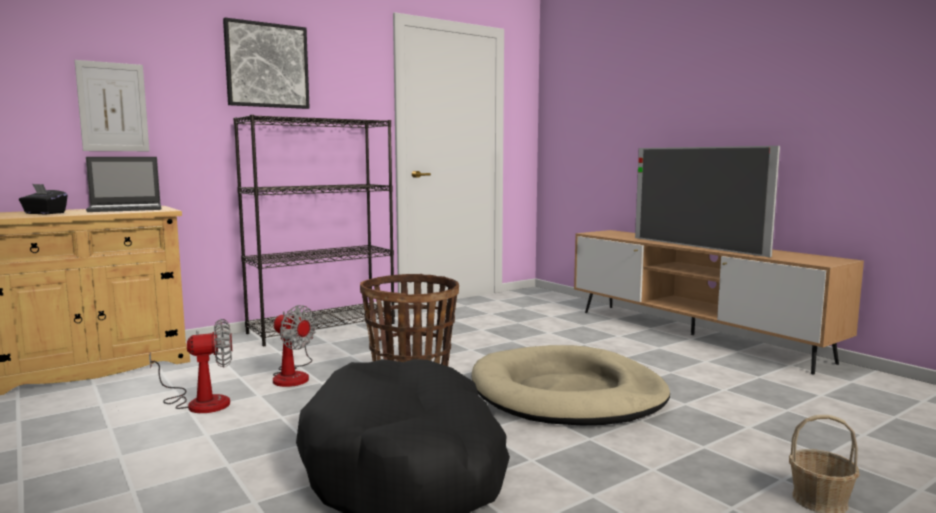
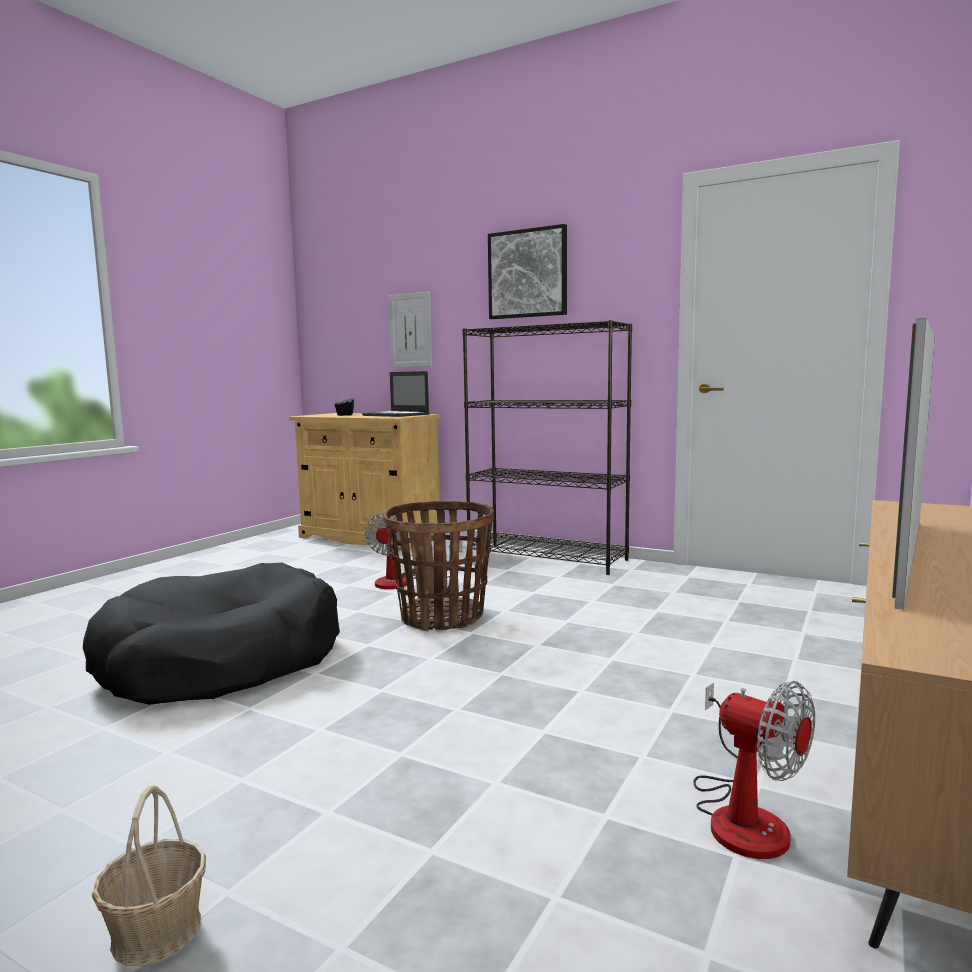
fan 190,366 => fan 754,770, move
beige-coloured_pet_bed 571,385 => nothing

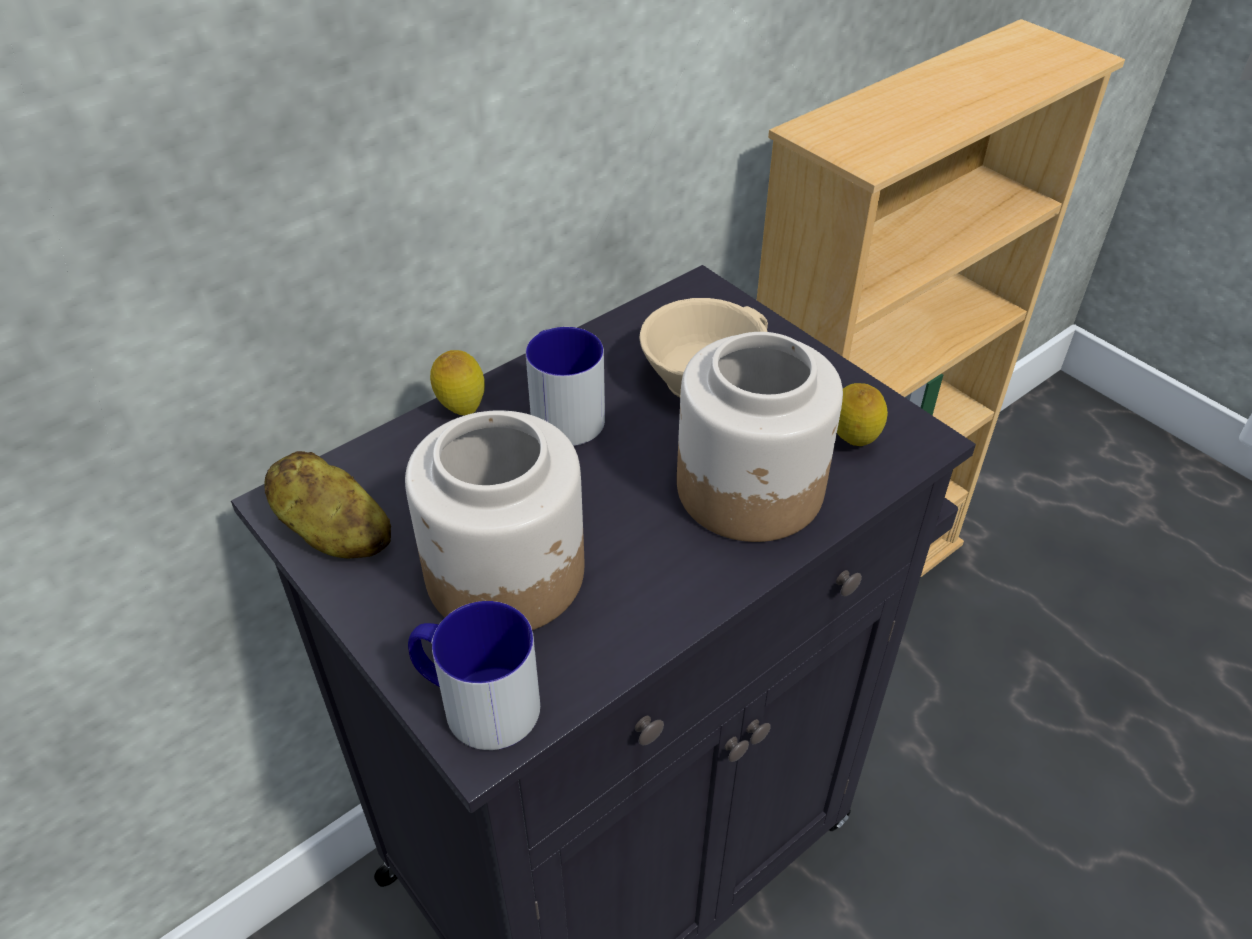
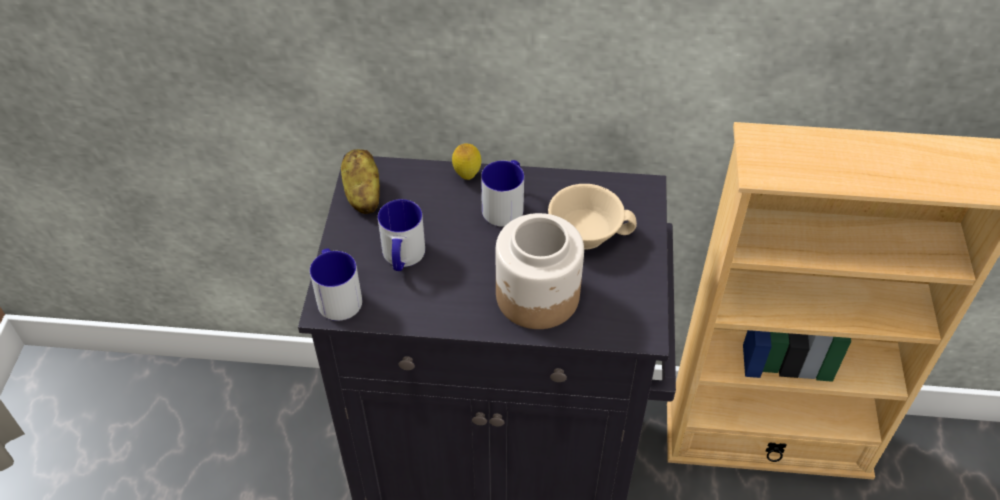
citrus_fruit 862,414 => nothing
jar 494,520 => coffee_mug 401,235

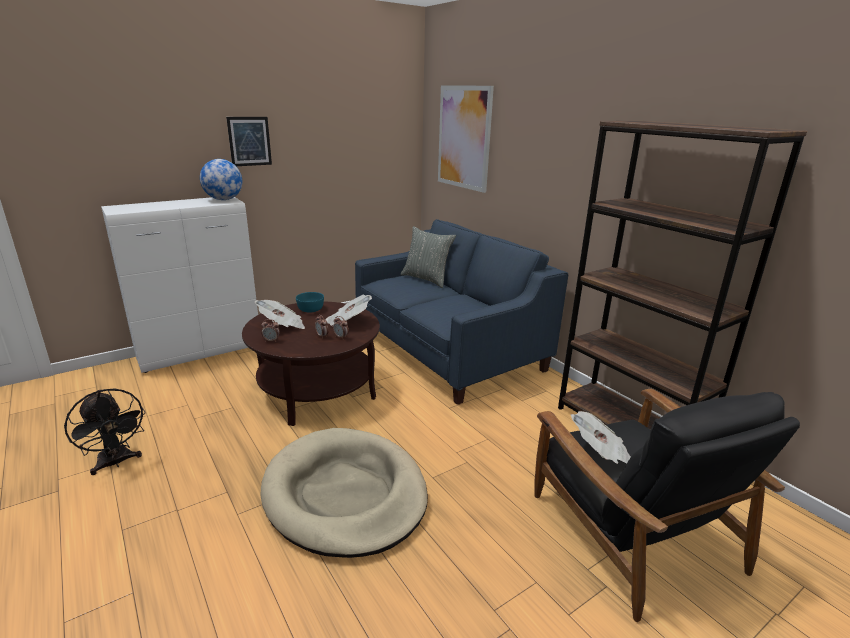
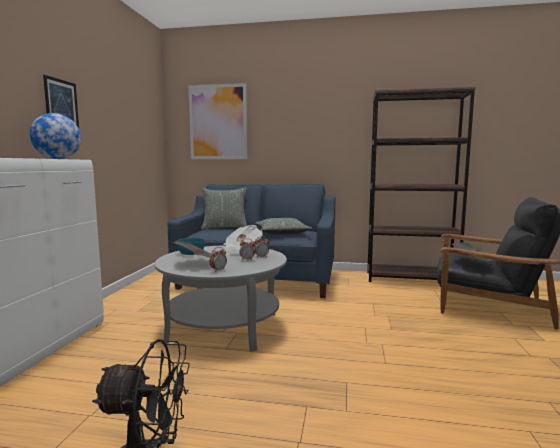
brownish_lounge_table 311,364 => grey_lounge_table 221,298
beige-coloured_pet_bed 344,493 => nothing
nothing => grey_throw_pillow 283,226

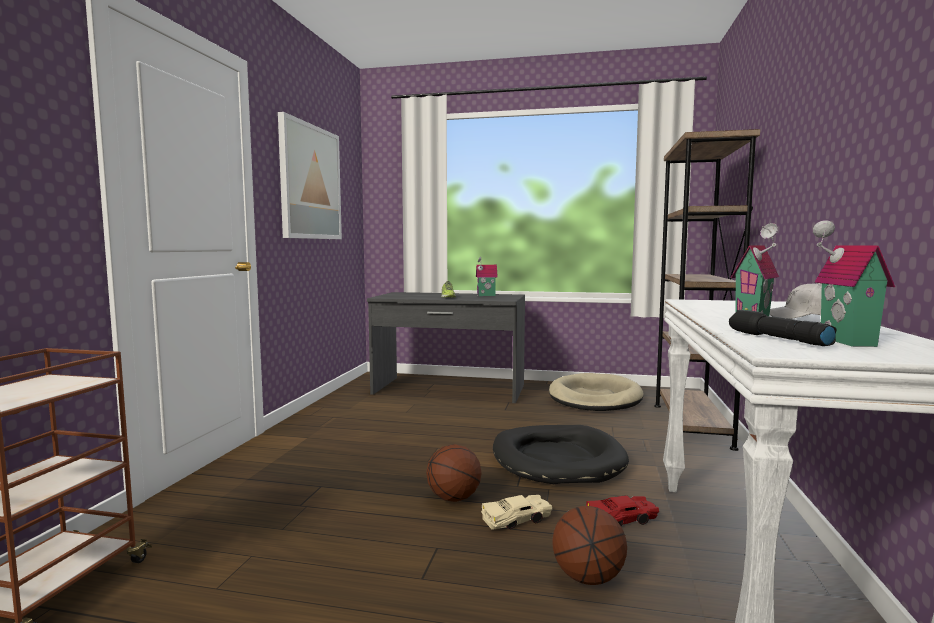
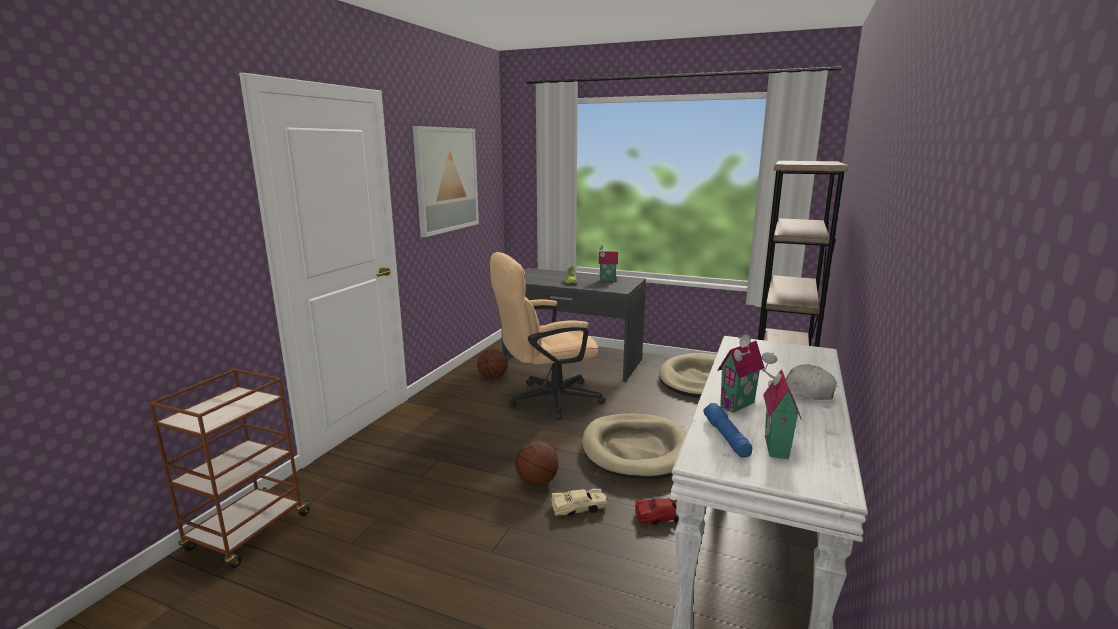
blackish_hand_torch 783,328 => blue-coloured_hand_torch 727,430
blackish_pet_bed 561,454 => beige-coloured_pet_bed 634,446
basketball 589,545 => basketball 492,364, move
nothing => beige-coloured_office_chair 548,336

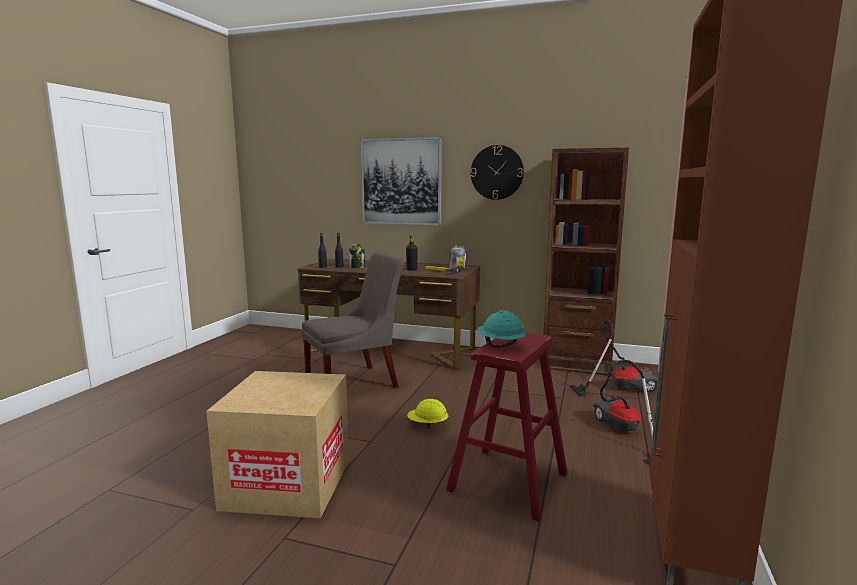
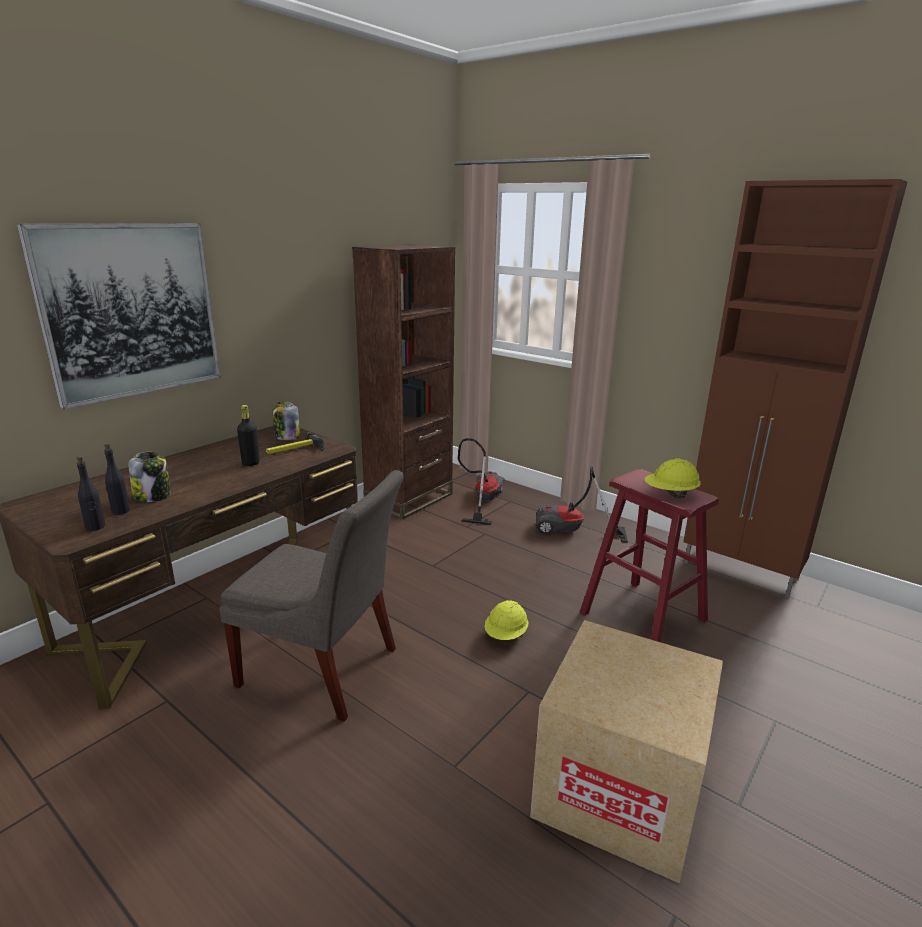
clock_on_the_wall 497,172 => nothing
grey_chair 352,320 => grey_chair 311,595, 120 degrees clockwise
turquoise_work_helmet 501,329 => yellow_work_helmet 672,478

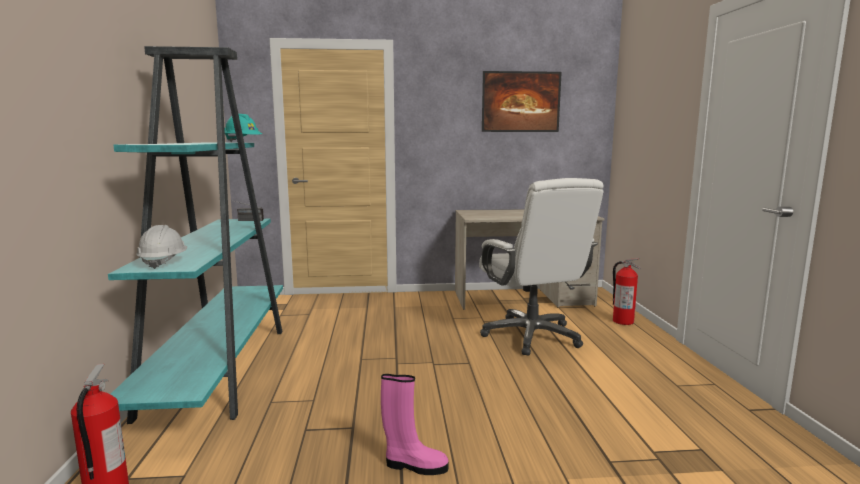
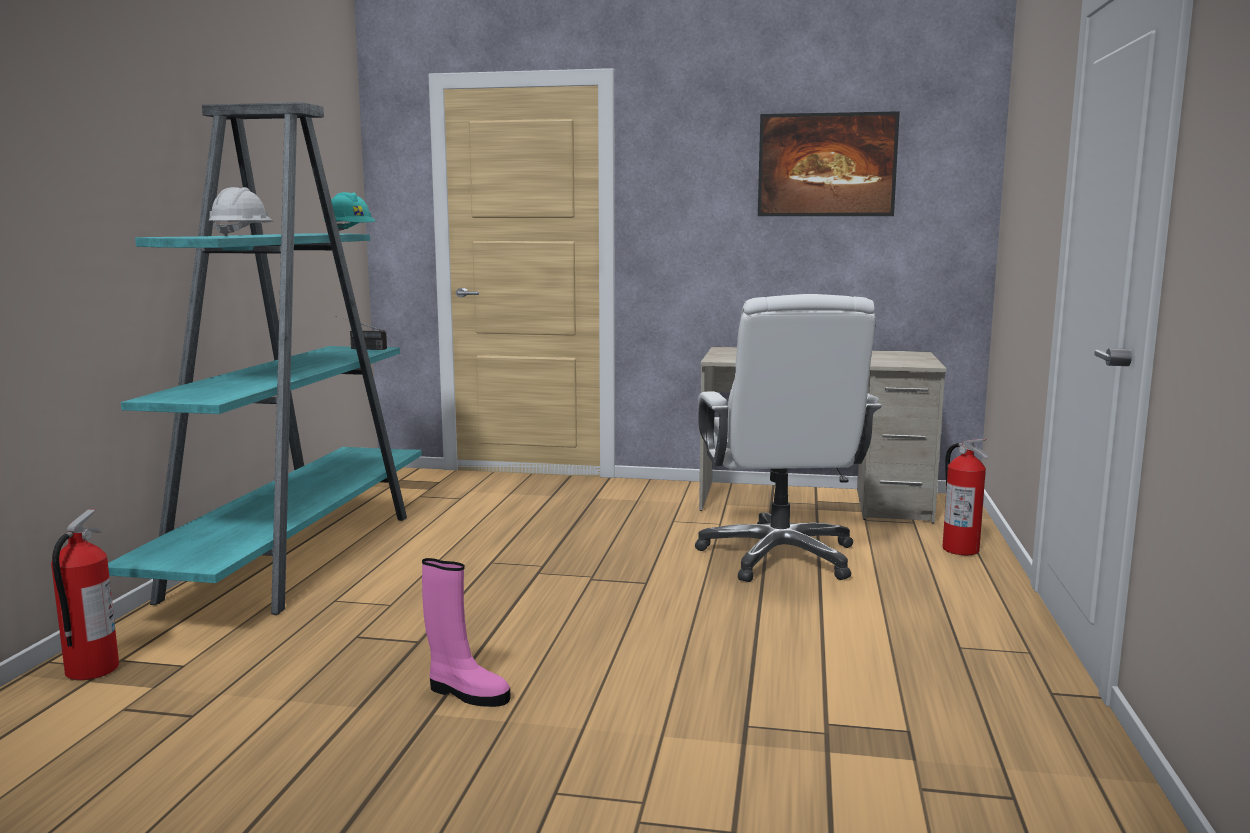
whitish_work_helmet 161,247 => whitish_work_helmet 241,211, move

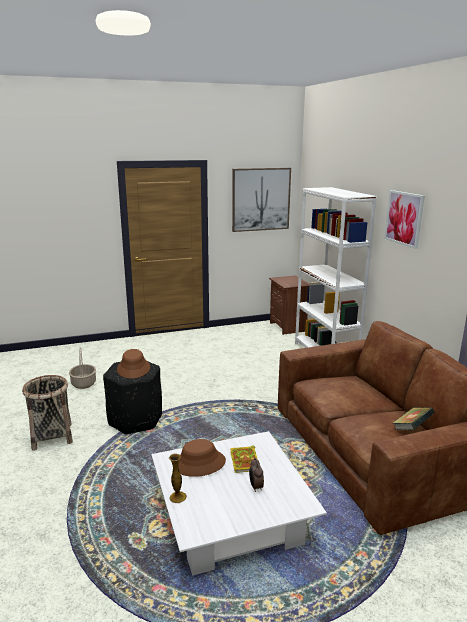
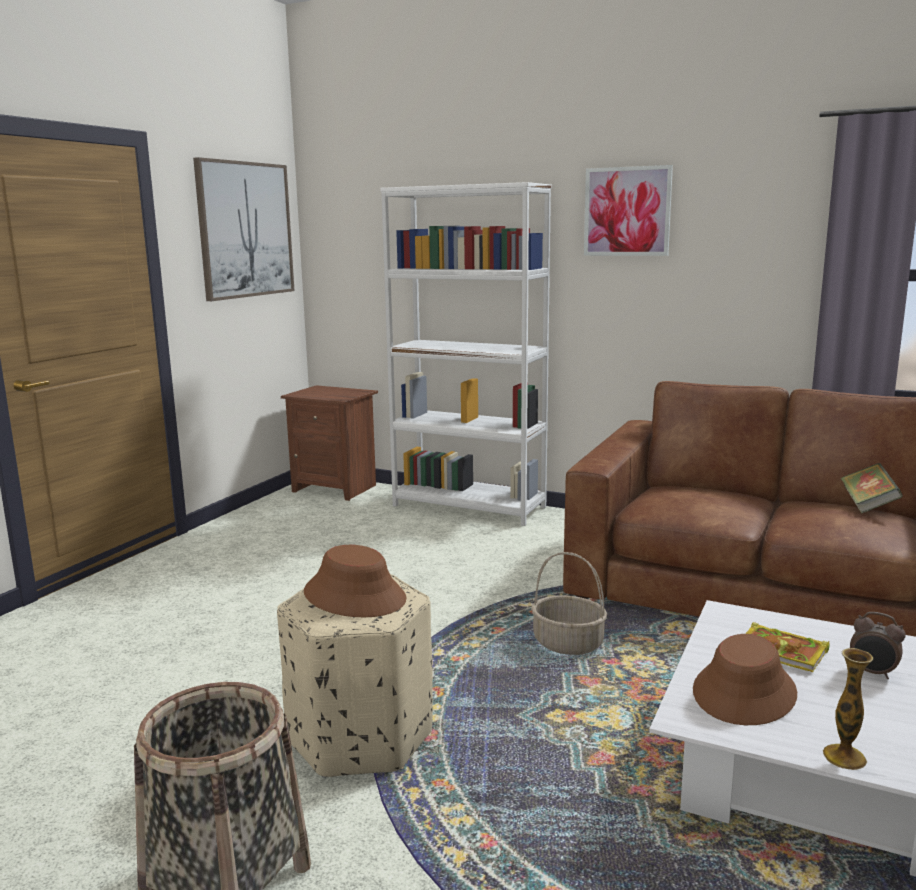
household_basket 82,368 => household_basket 569,603, move
blackish_ottoman 132,398 => beige-coloured_ottoman 355,676

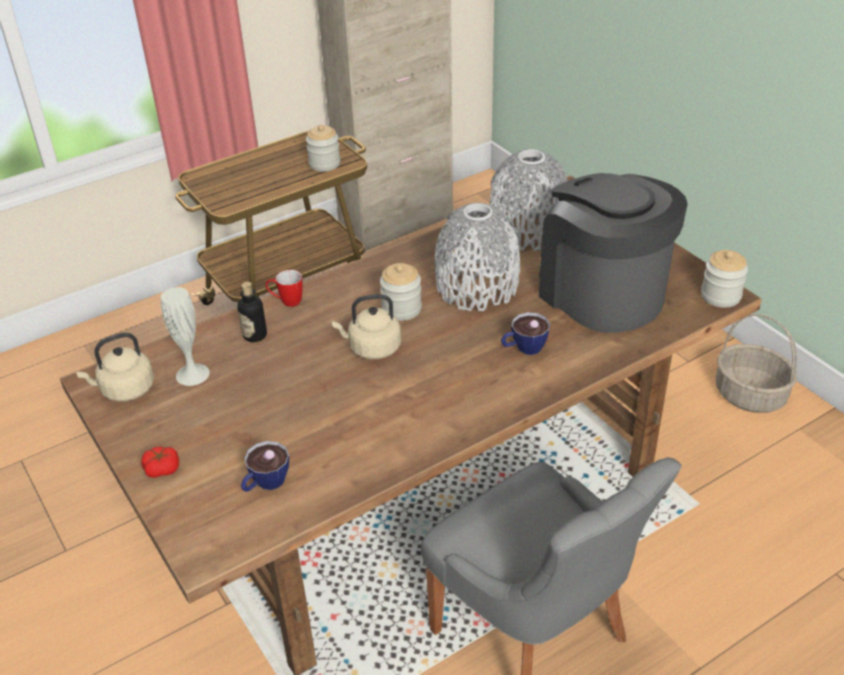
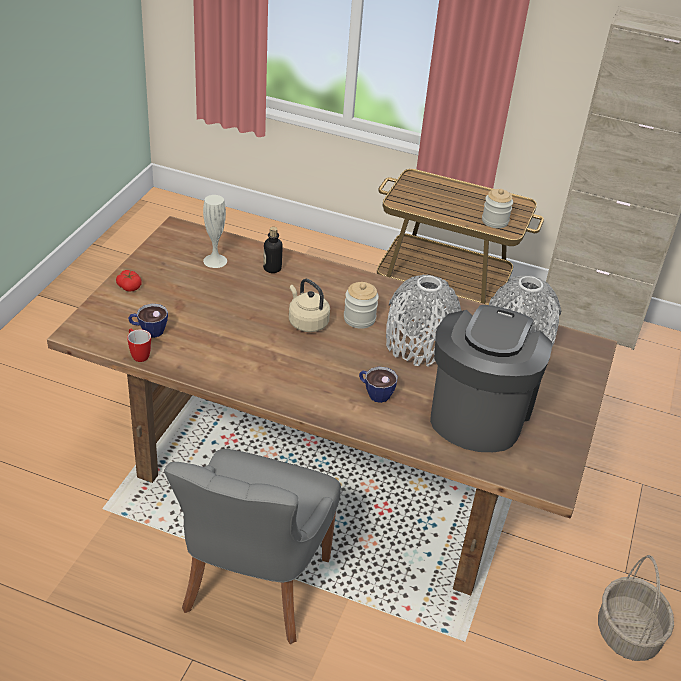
jar 724,279 => nothing
coffee_mug 284,288 => coffee_mug 139,345, move
beige-coloured_water_kettle 115,367 => nothing

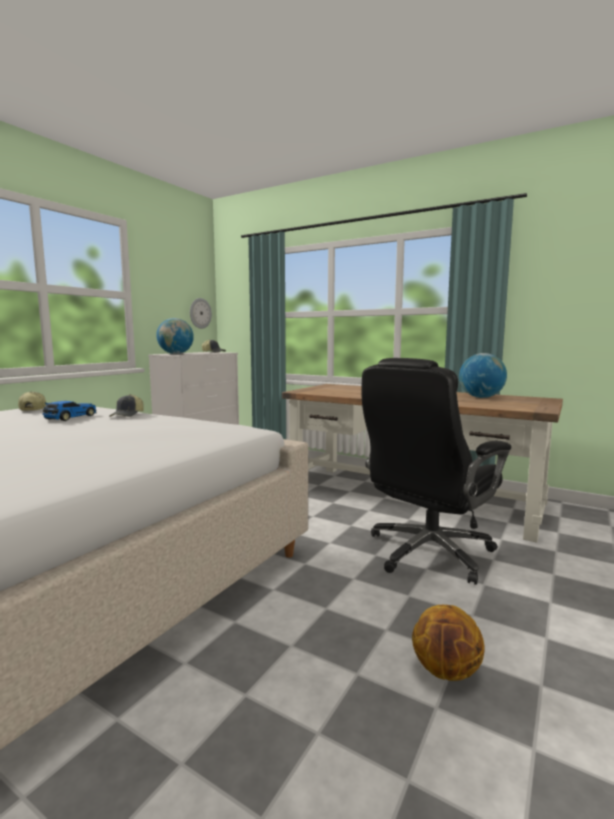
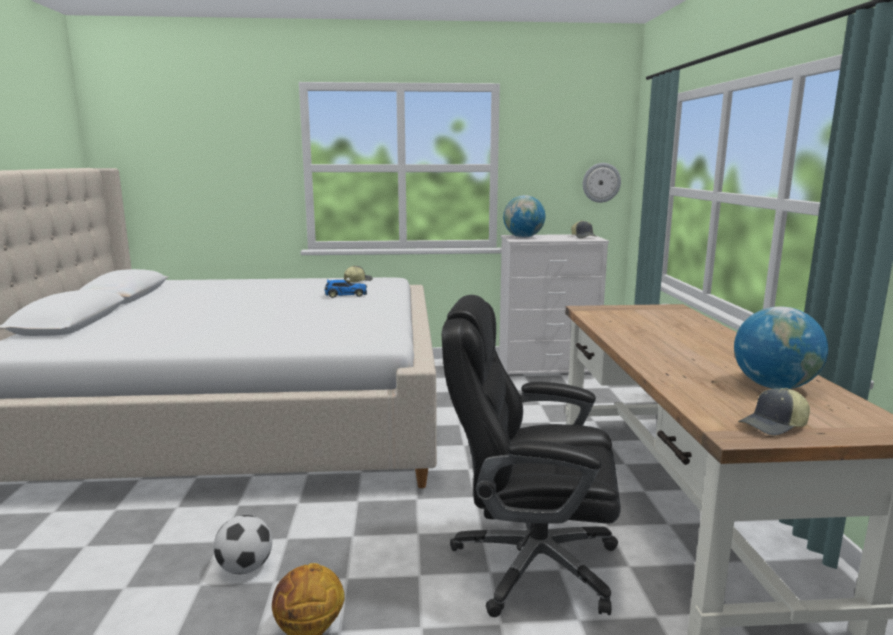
peaked_cap 126,405 => peaked_cap 774,412, move
nothing => ball_for_football 243,544

